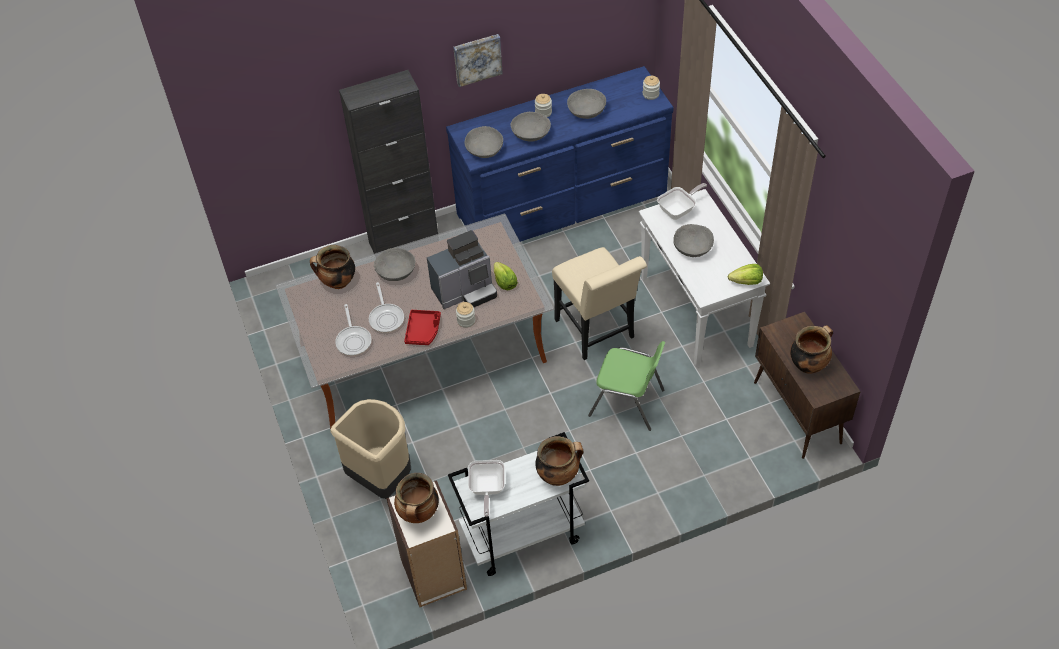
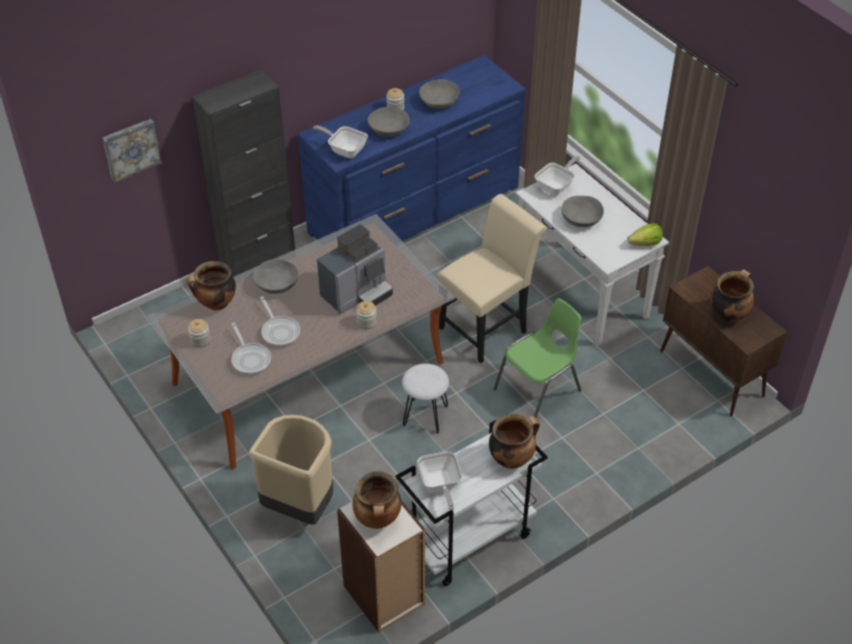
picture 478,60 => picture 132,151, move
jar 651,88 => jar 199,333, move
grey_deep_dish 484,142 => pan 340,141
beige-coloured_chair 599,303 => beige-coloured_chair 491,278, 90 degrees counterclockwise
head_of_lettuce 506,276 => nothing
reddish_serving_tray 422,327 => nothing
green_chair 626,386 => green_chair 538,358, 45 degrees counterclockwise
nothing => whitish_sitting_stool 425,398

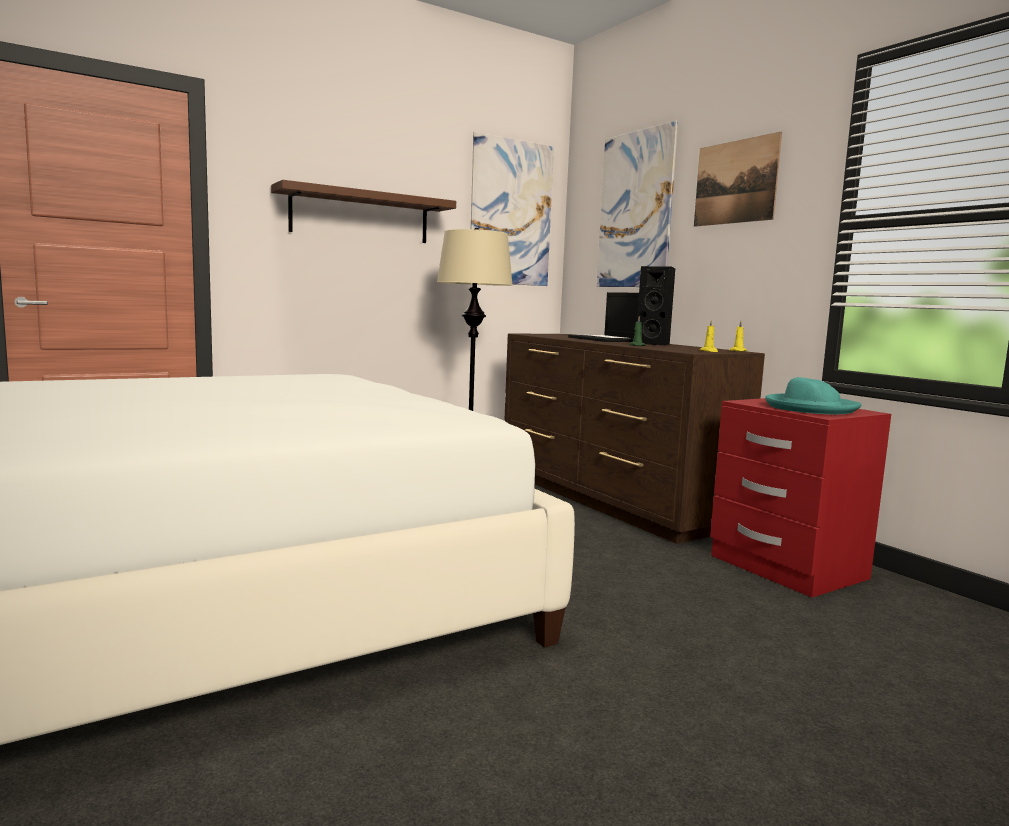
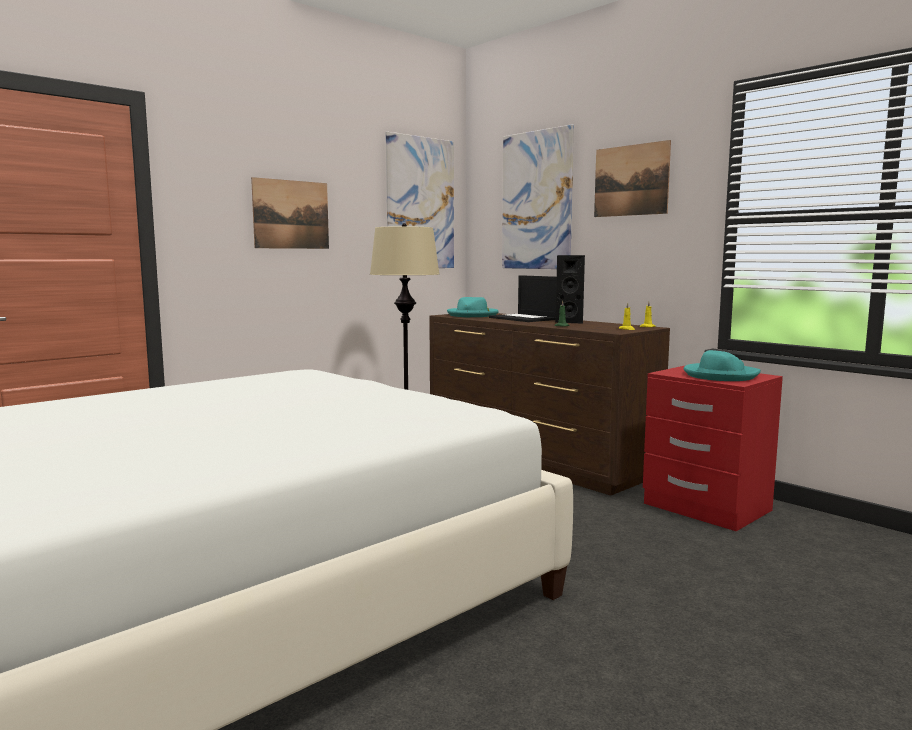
brownish_shelf 363,211 => picture 290,213
nothing => turquoise_clothing_hat 473,307

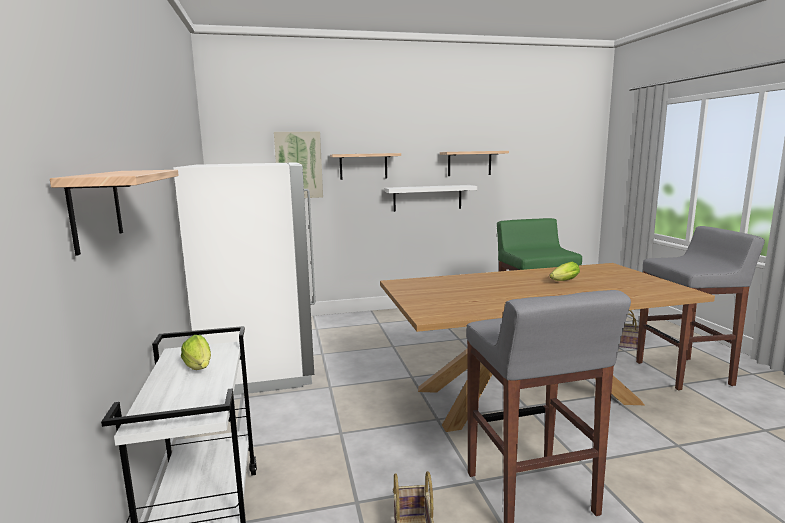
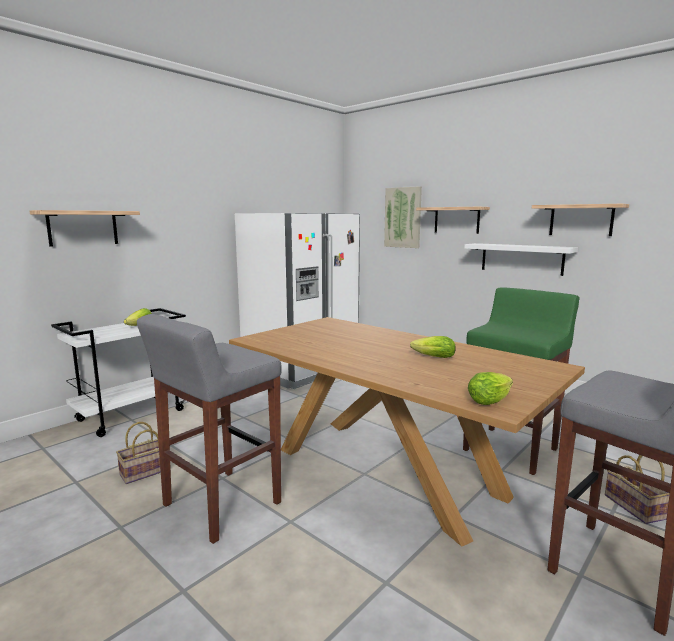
nothing => head_of_lettuce 490,388

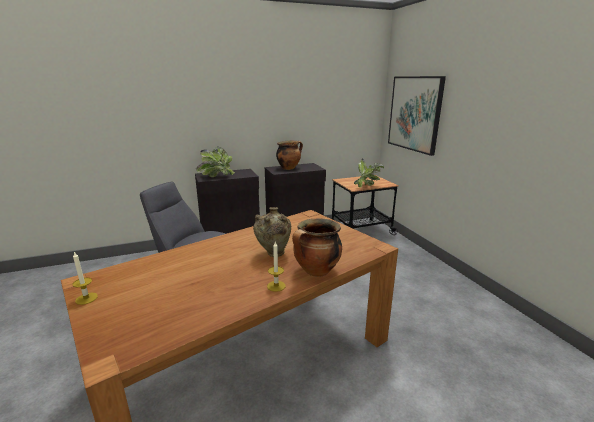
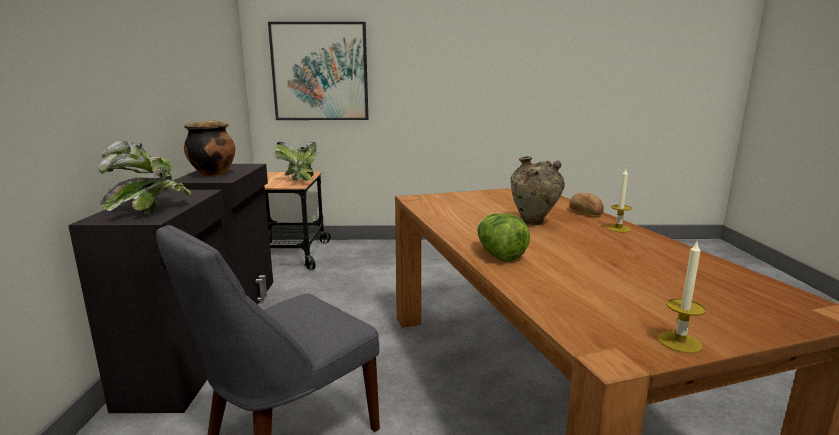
cooking_pot 317,247 => bread 586,203
nothing => head_of_lettuce 503,238

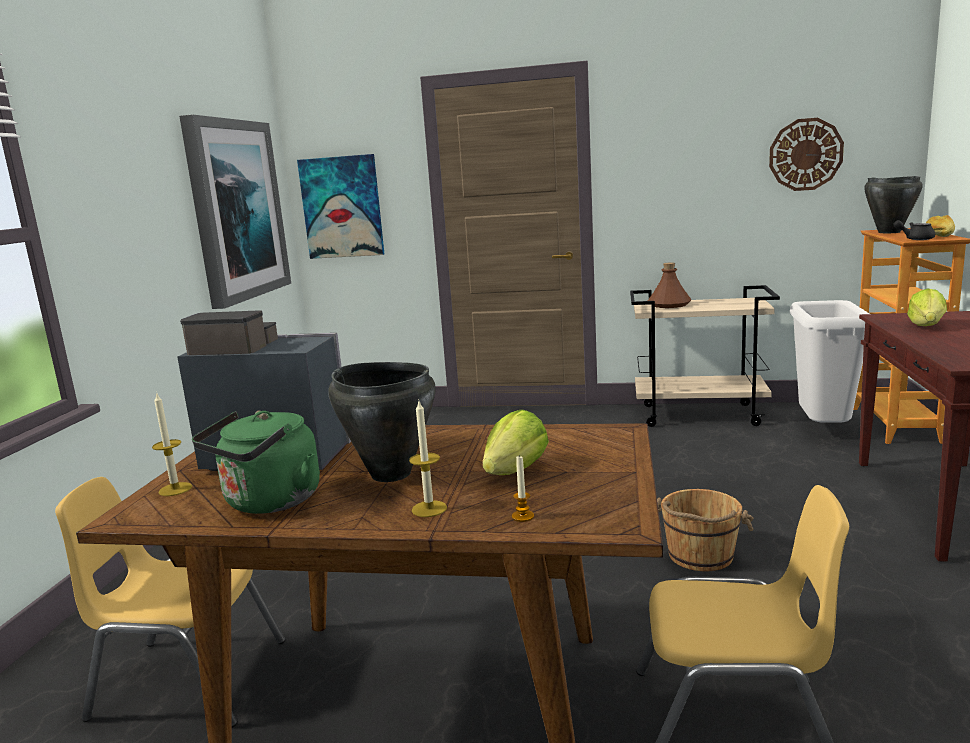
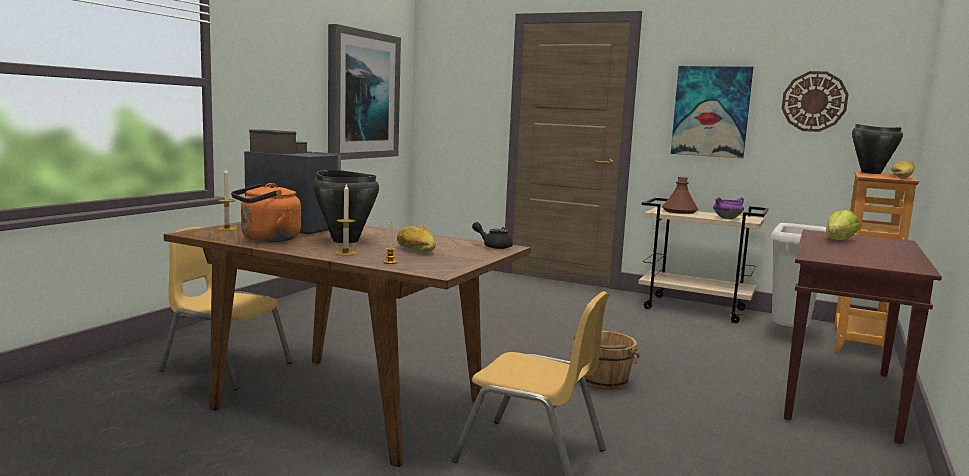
picture 340,206 => picture 712,112, move
blackish_tea_pot 914,230 => blackish_tea_pot 492,235, move
green_water_kettle 256,462 => orangey_water_kettle 266,212
head_of_lettuce 516,442 => bread 416,239
nothing => purplish_cooking_pot 728,208

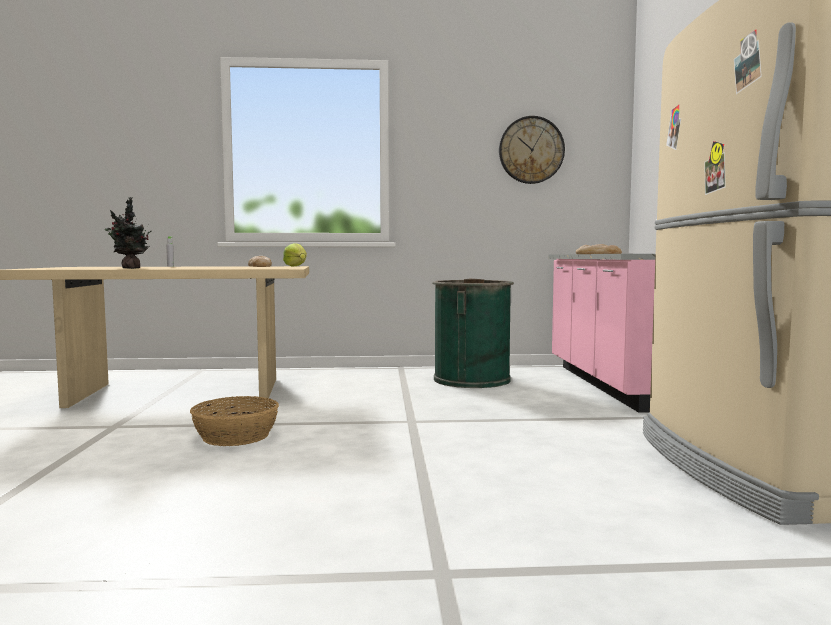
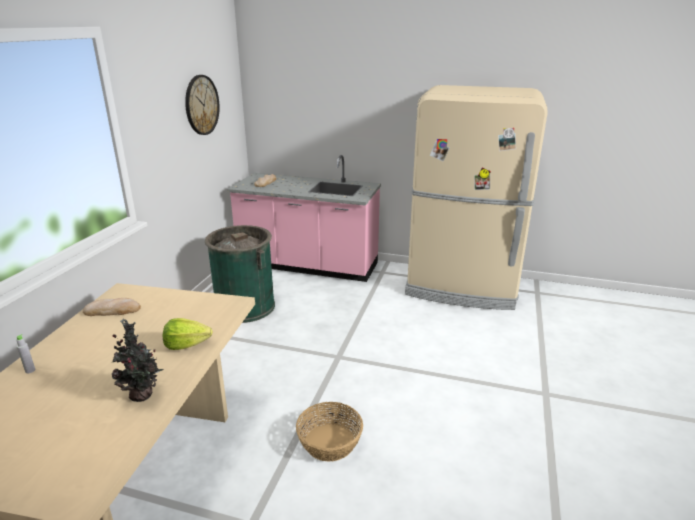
head_of_lettuce 295,254 => head_of_lettuce 187,334, move

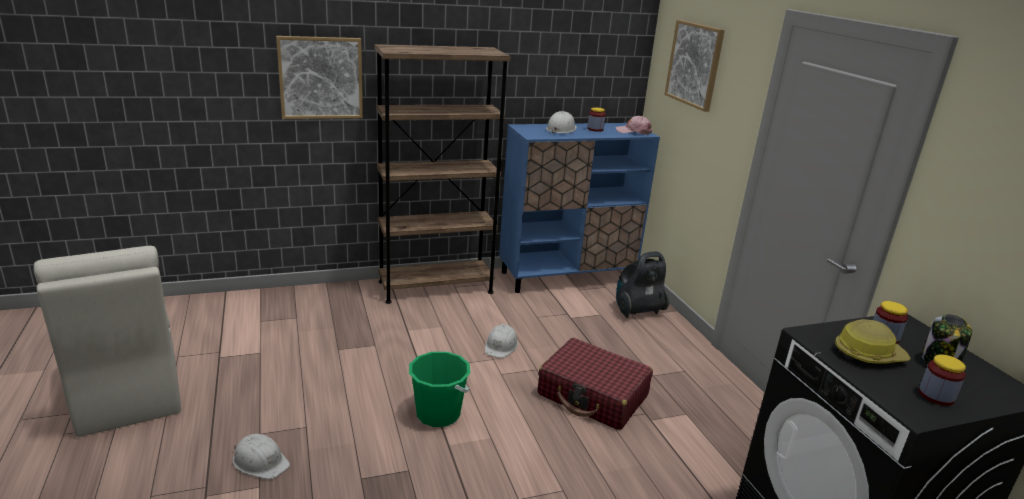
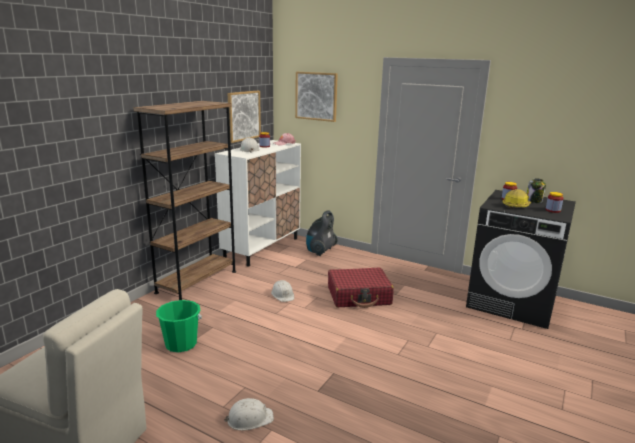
picture 319,77 => picture 244,117, move
blue-coloured_cupboard 579,208 => whitish_cupboard 258,203
green_pail 440,389 => green_pail 179,326, move

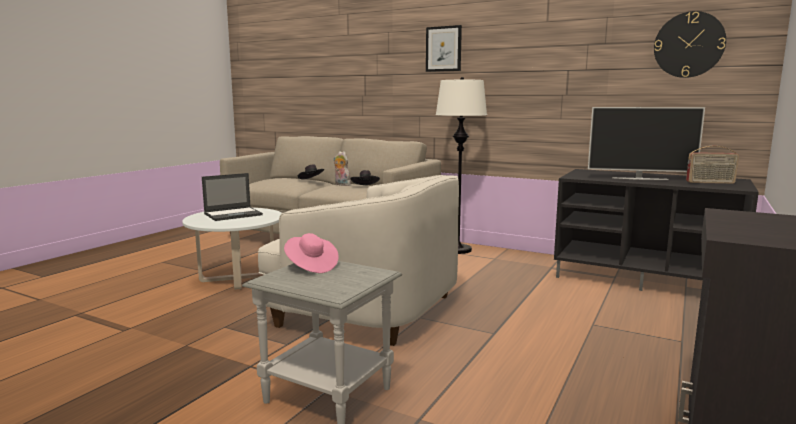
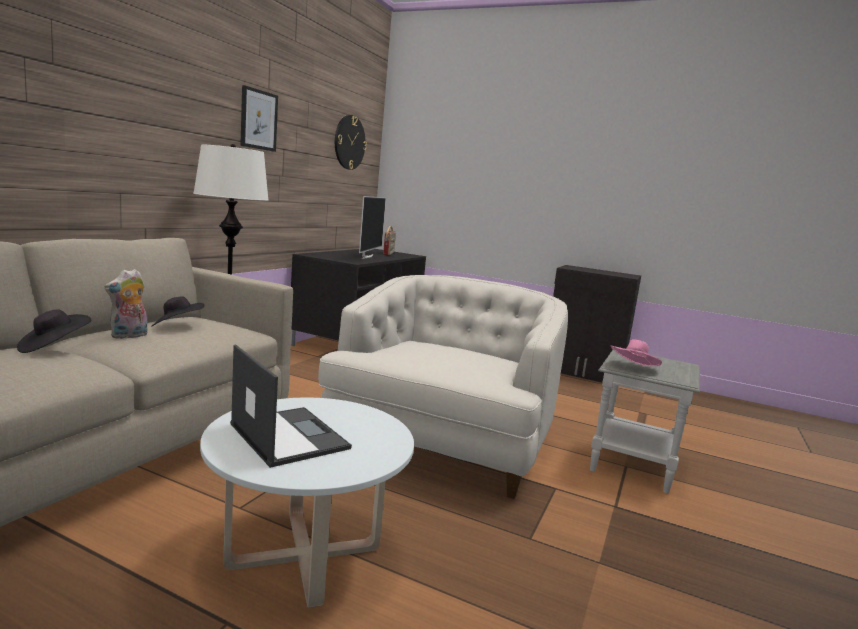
picture 444,48 => picture 259,118, move

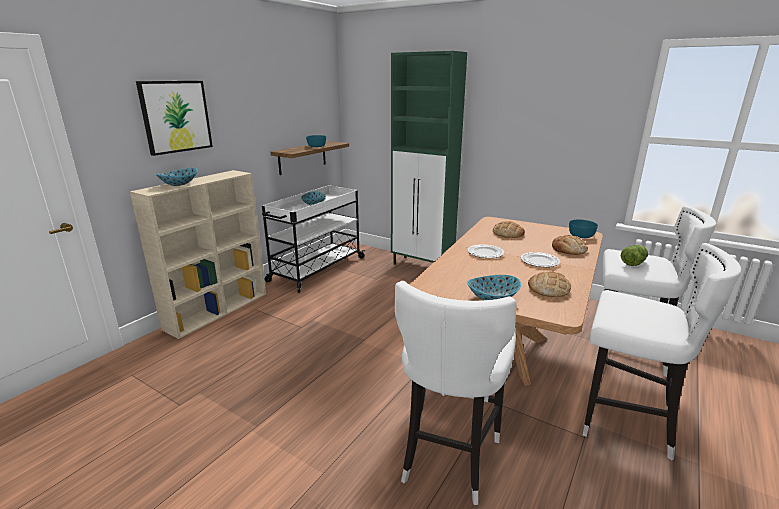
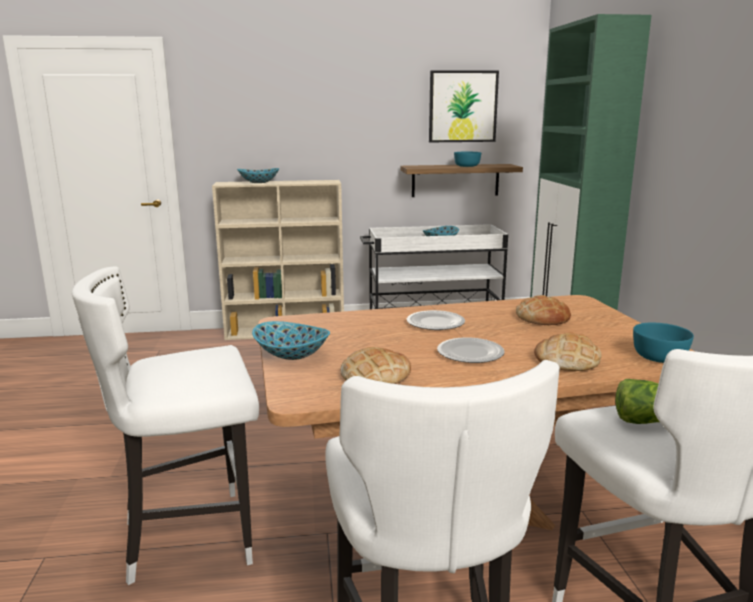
picture 174,118 => picture 464,106, move

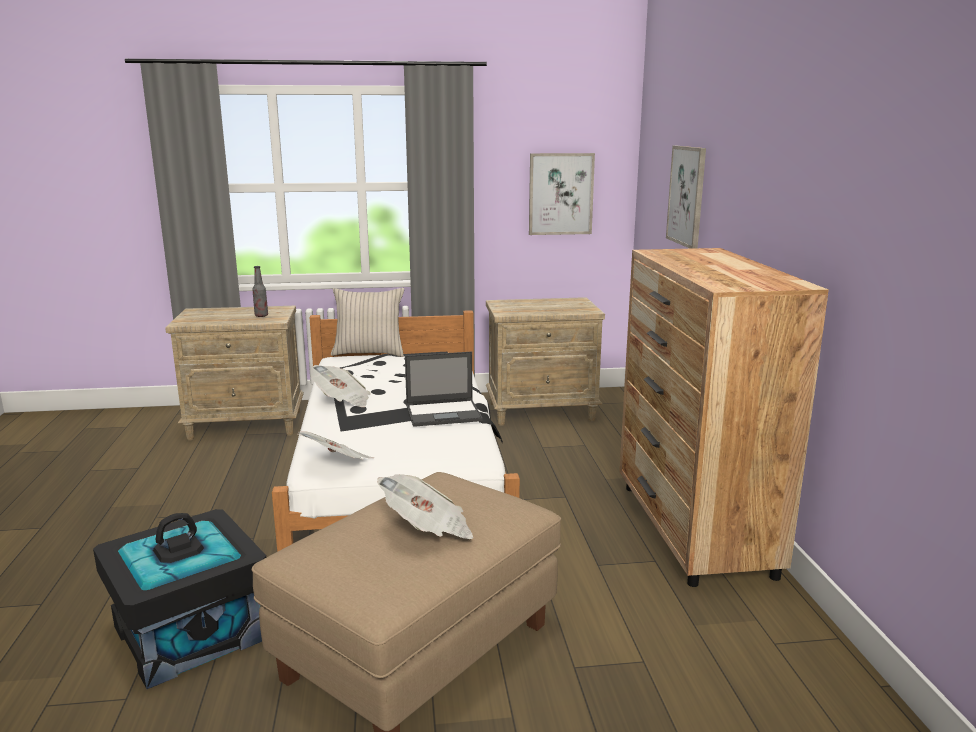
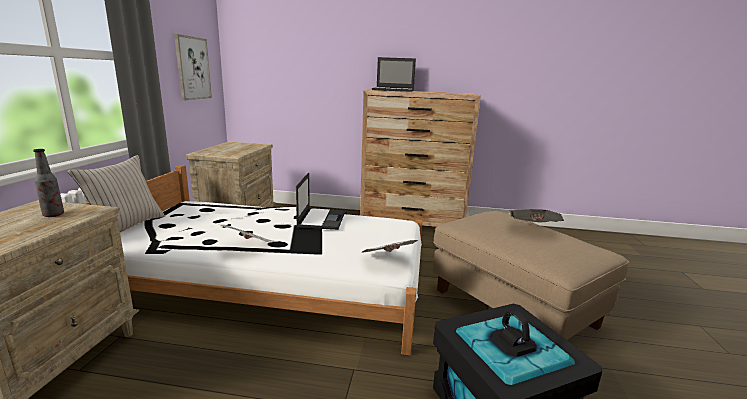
picture 686,197 => nothing
nothing => portable_computer 394,74

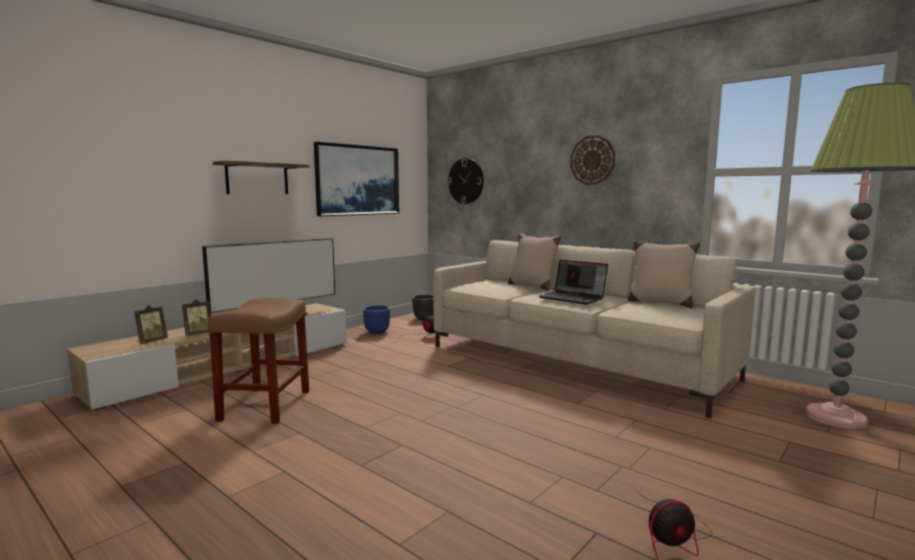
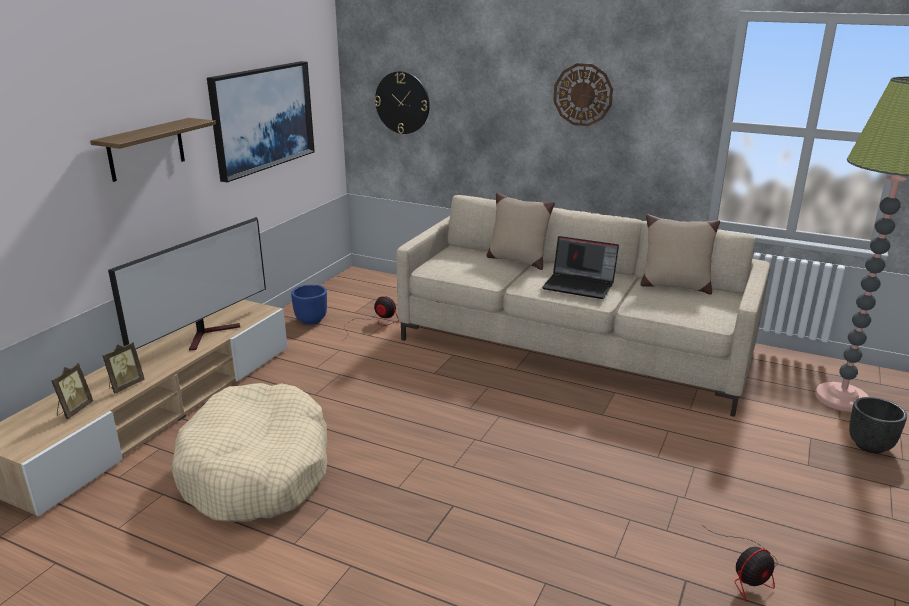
blackish_planter 423,307 => blackish_planter 878,425, move
brownish_sitting_stool 258,360 => beige-coloured_pet_bed 249,452

